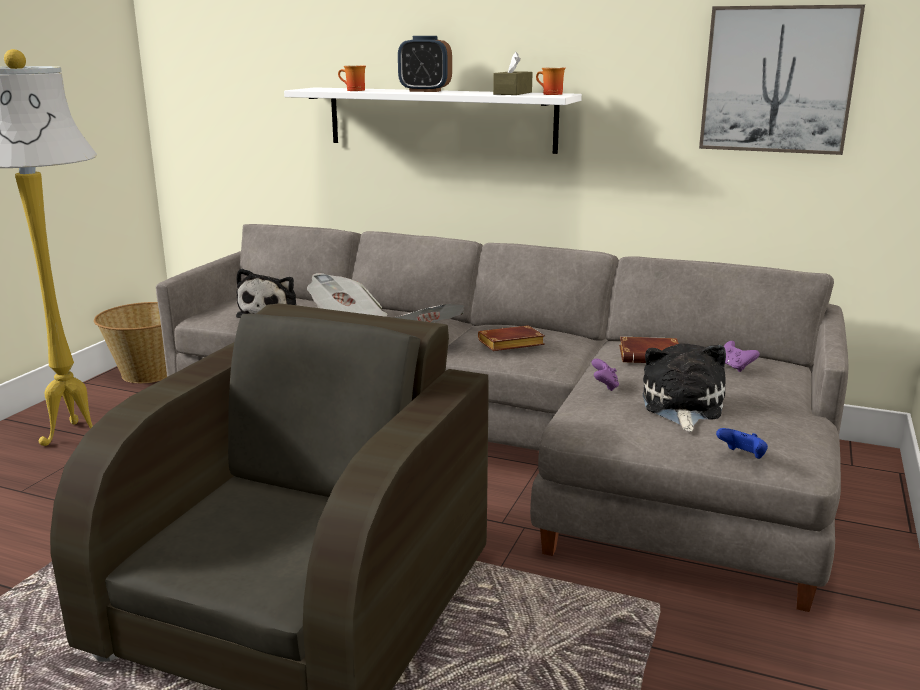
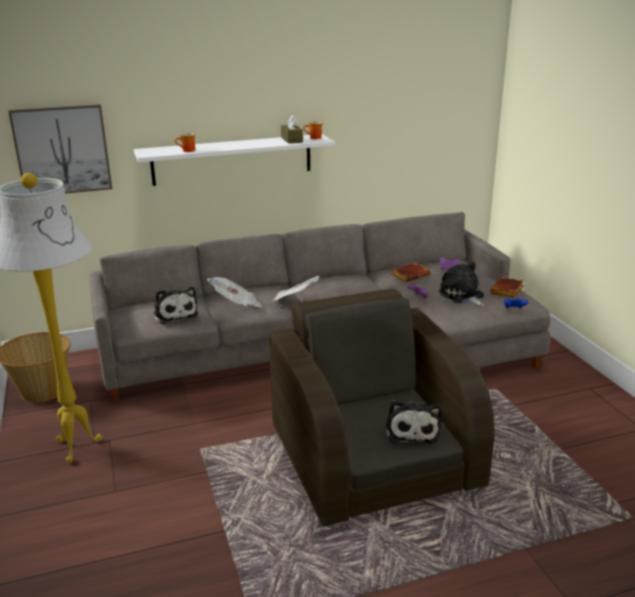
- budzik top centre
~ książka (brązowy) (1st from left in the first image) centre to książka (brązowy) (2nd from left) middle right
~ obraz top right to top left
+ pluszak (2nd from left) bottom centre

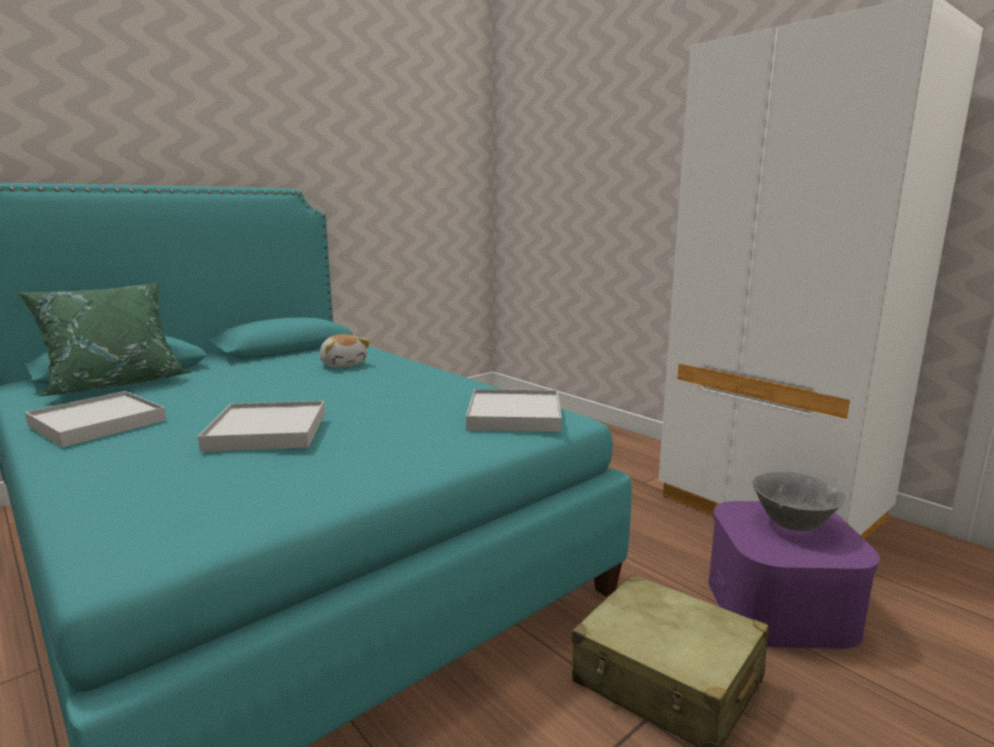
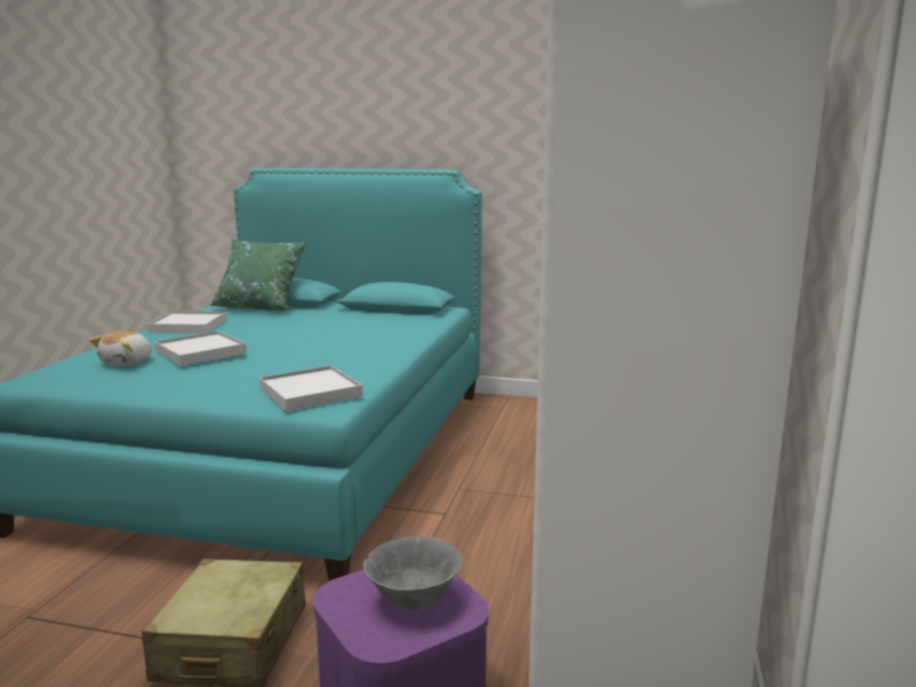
~ pluszak centre to middle left

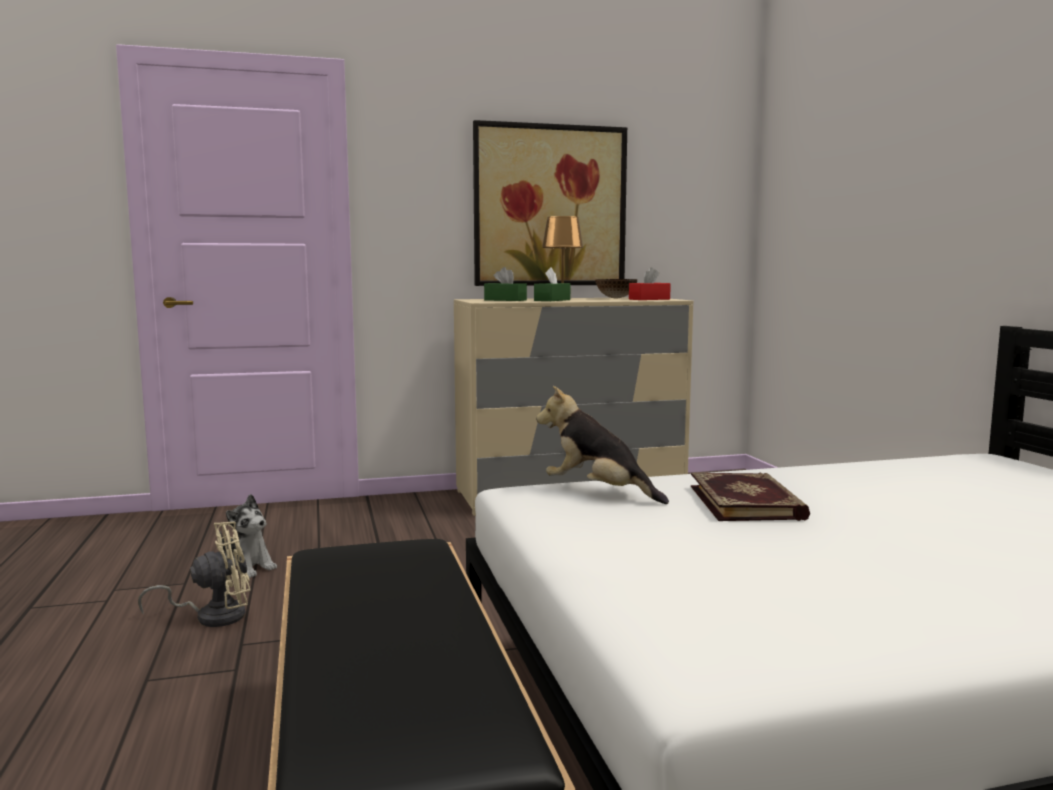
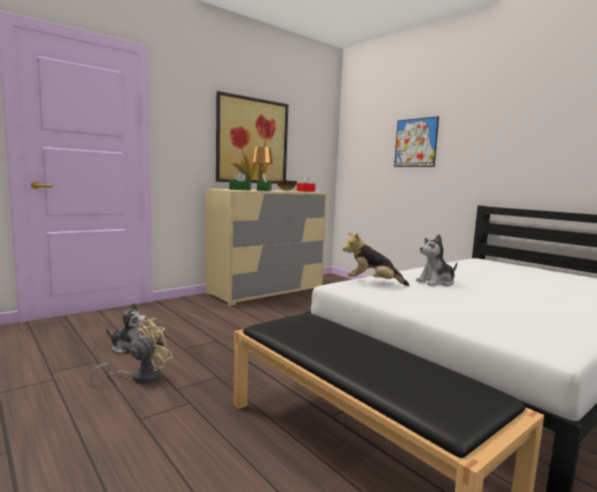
~ książka middle right to pluszak (3rd from left) middle right
+ obraz (2nd from left) top right

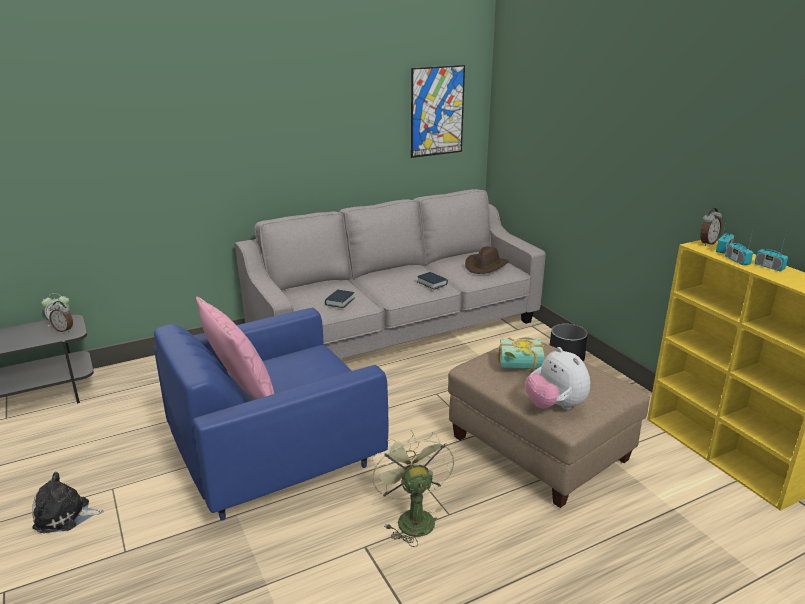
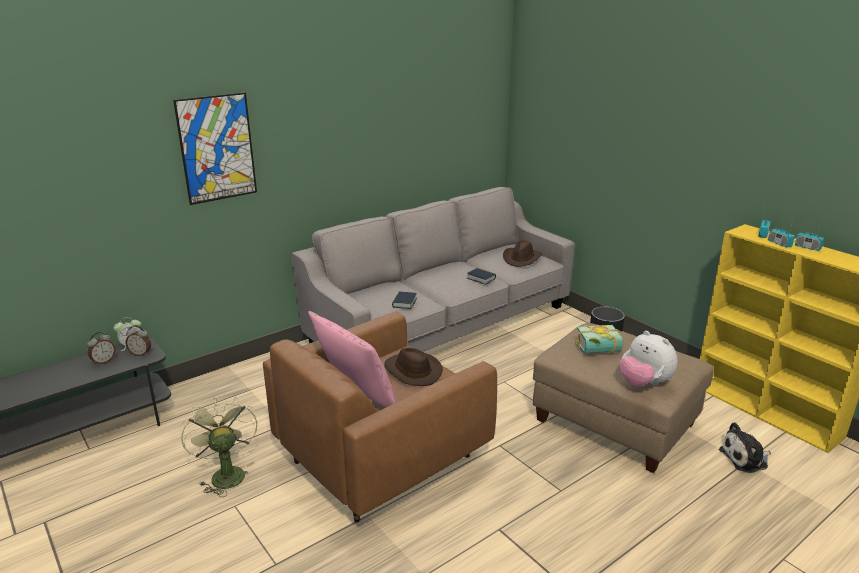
~ pluszak (1st from left in the first image) bottom left to pluszak (2nd from left) bottom right
~ fotel (niebieski) bottom centre to fotel (brązowy) bottom centre
~ wentylator (zielony) bottom centre to bottom left
~ obraz top centre to top left
~ budzik (3rd from left in the first image) middle right to budzik (1st from left) middle left
+ kapelusz (brązowy) (1st from left) centre

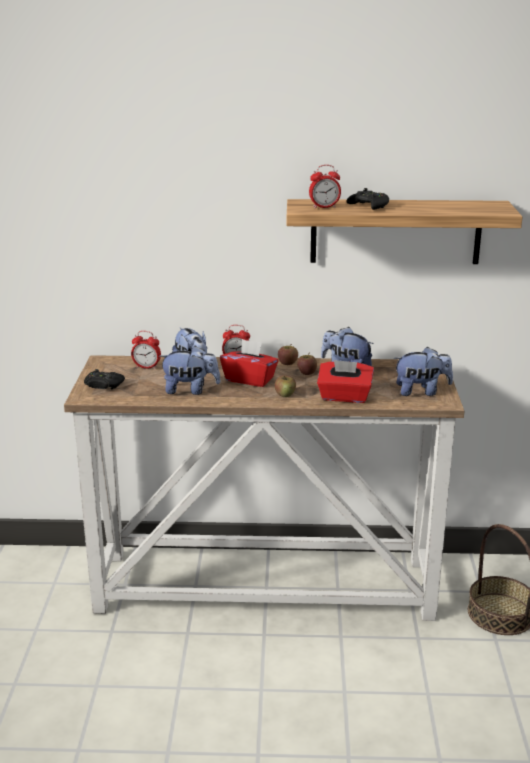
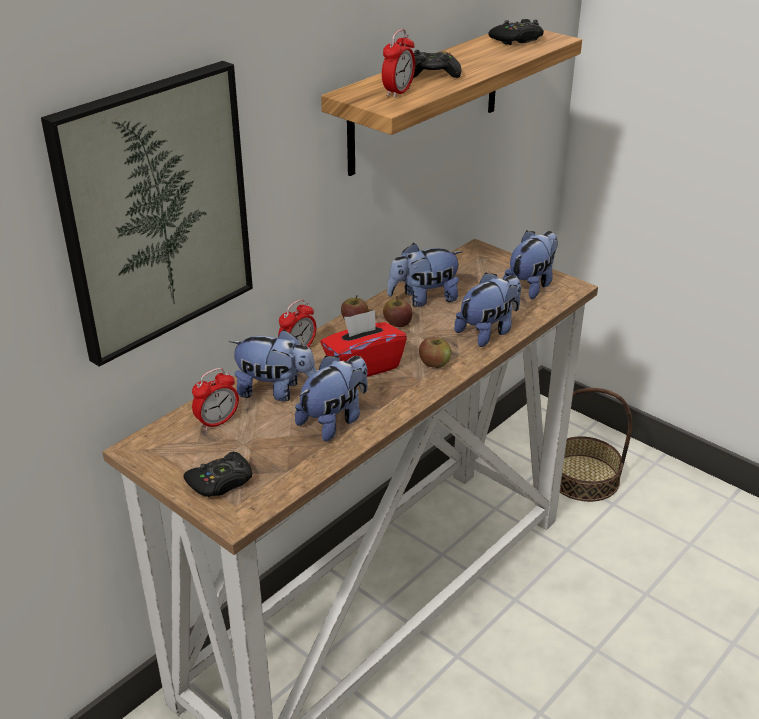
~ pudełko chusteczek (czerwony) (2nd from left) centre to pluszak (4th from left) centre
+ obraz top left
+ pad do gier (czarny) (3rd from left) top right

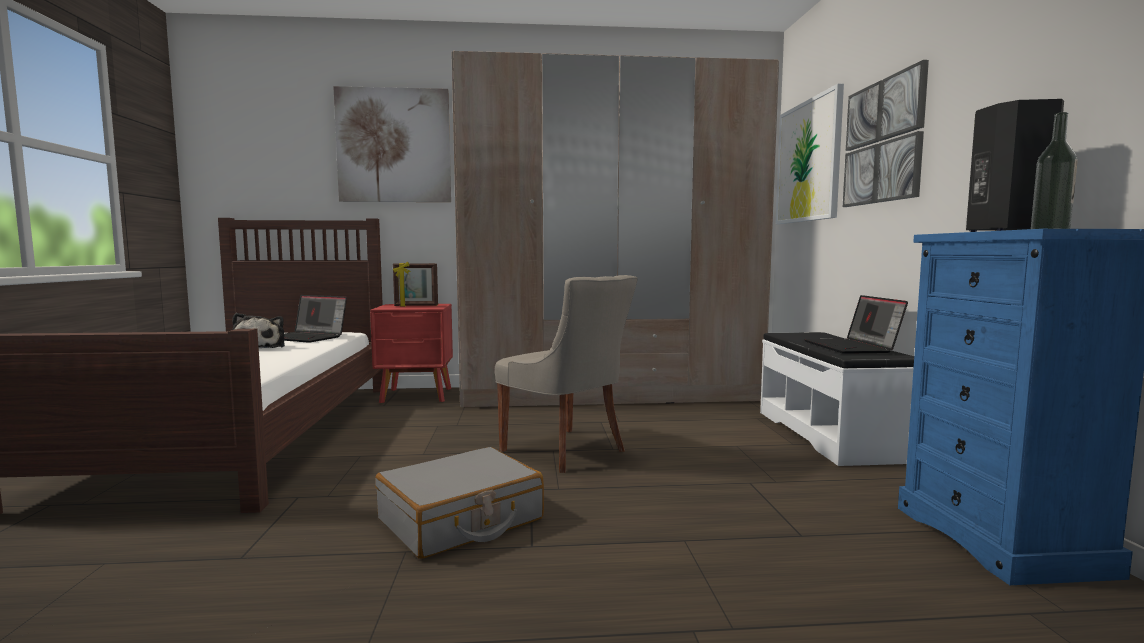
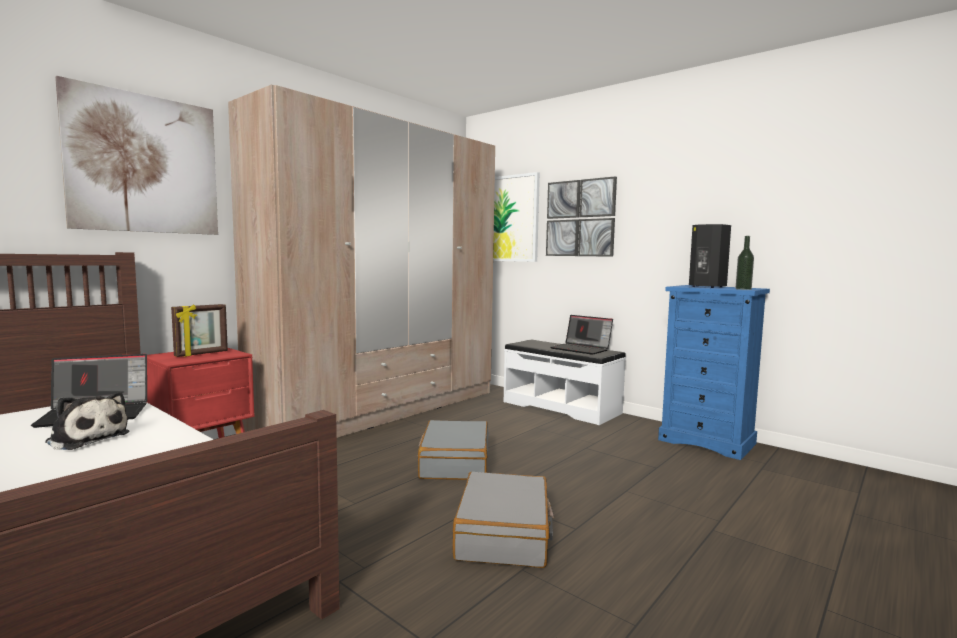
~ krzesło (szary) centre to walizka (szary) (1st from left) bottom centre

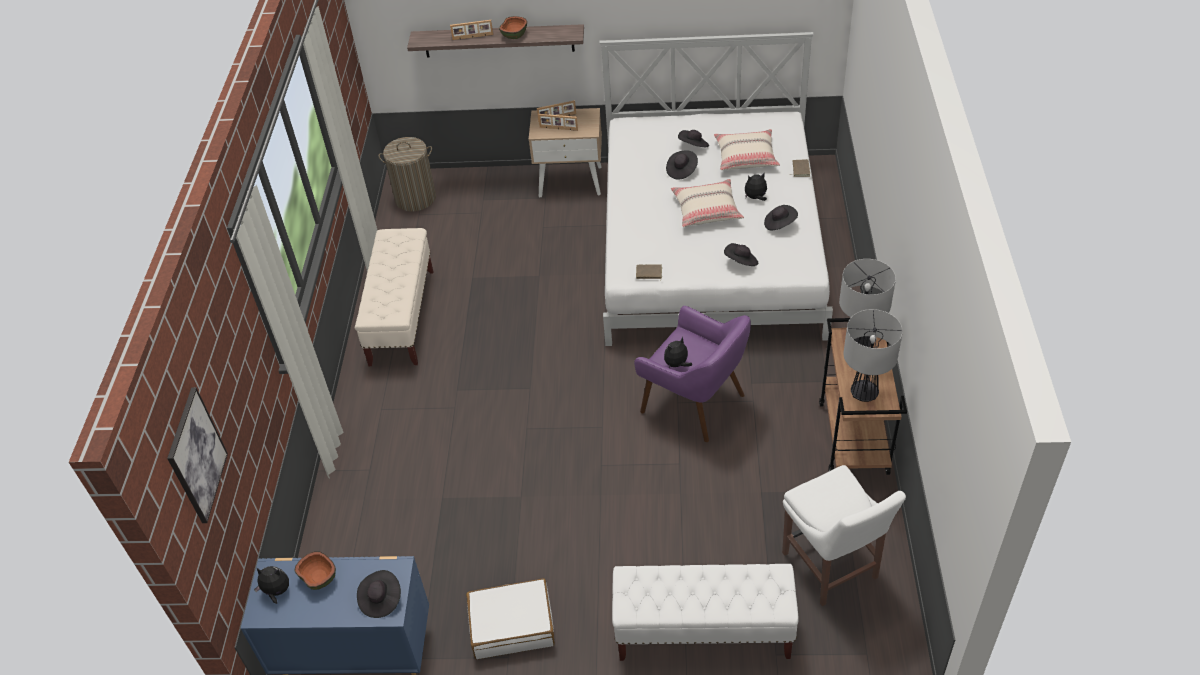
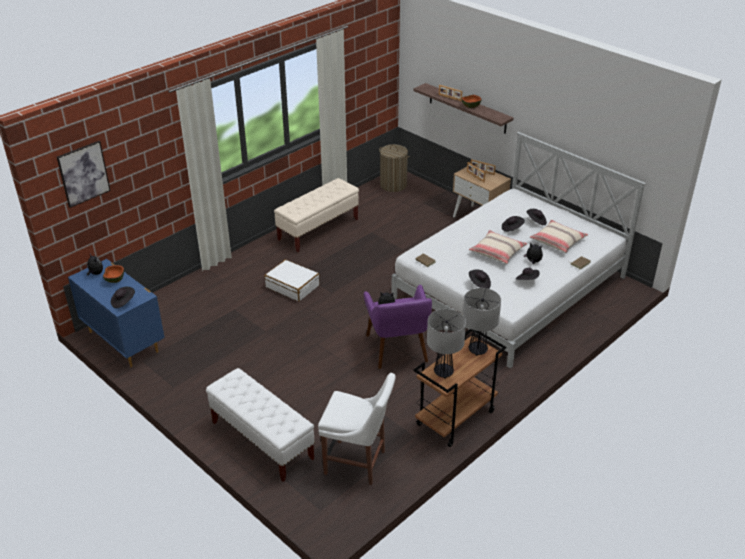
~ walizka (biały) bottom centre to centre
~ krzesło (biały) bottom right = bottom centre 90 degrees counterclockwise

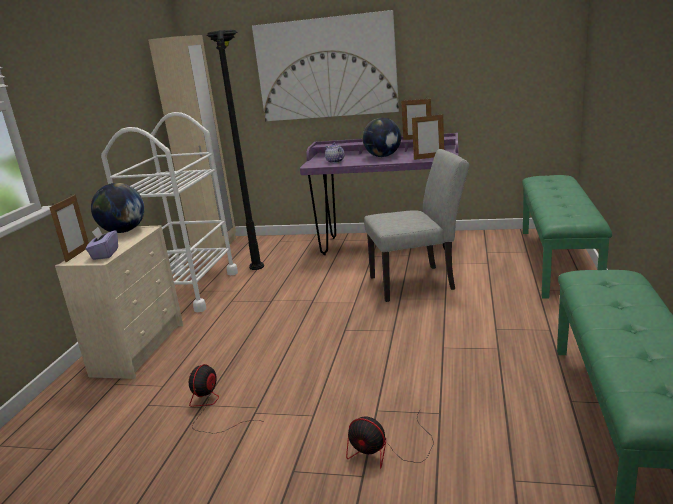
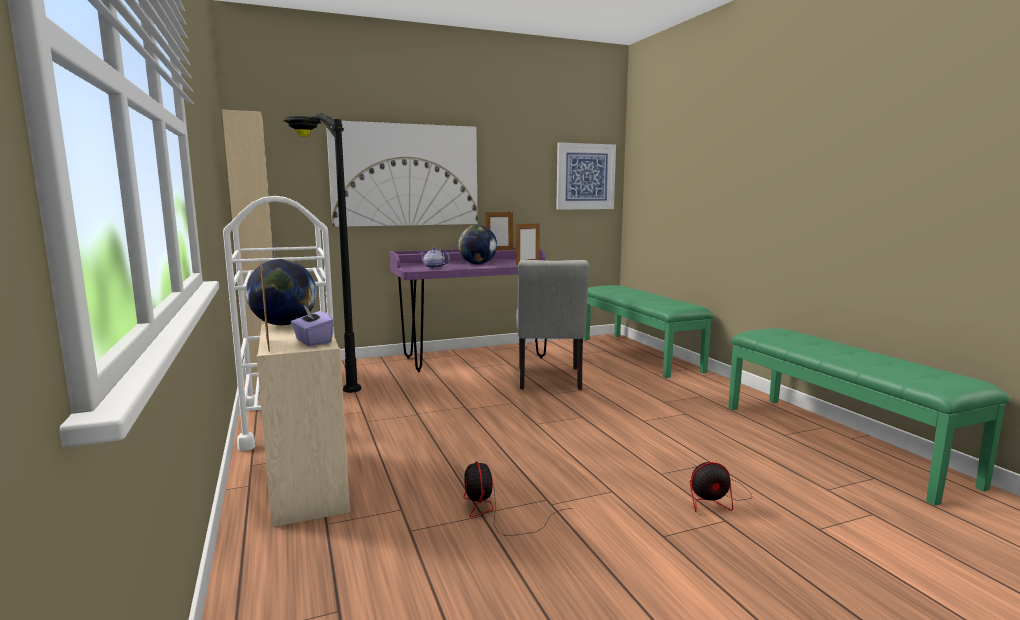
~ krzesło (szary) centre = centre 135 degrees clockwise
+ obraz (2nd from left) top centre

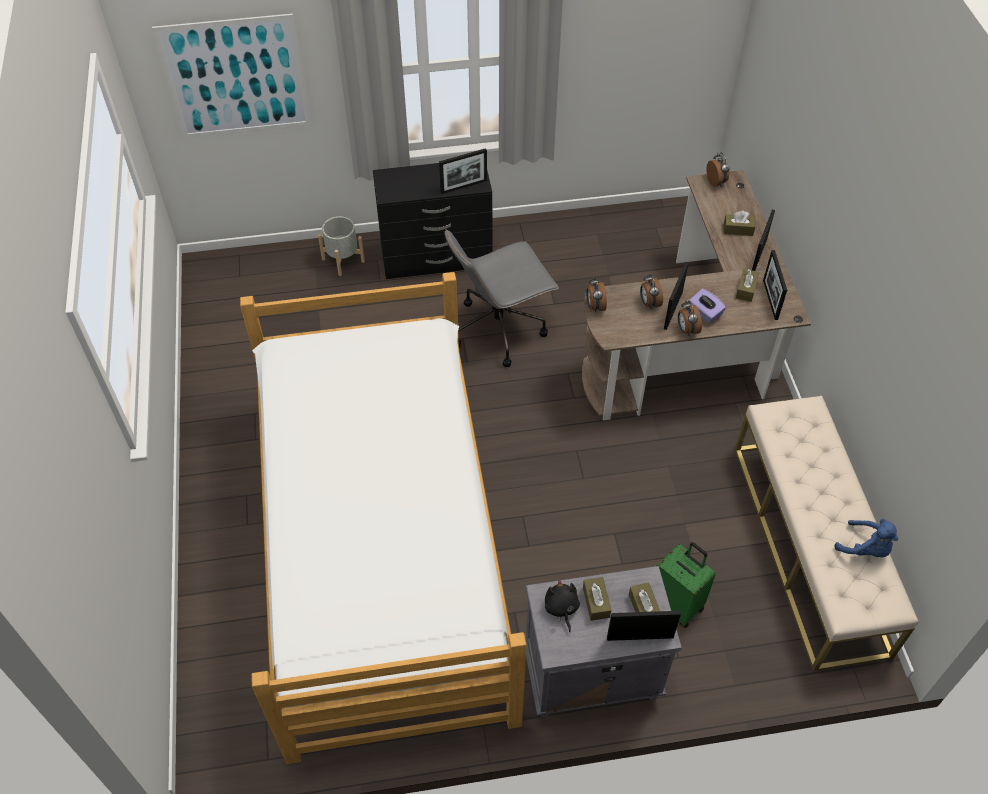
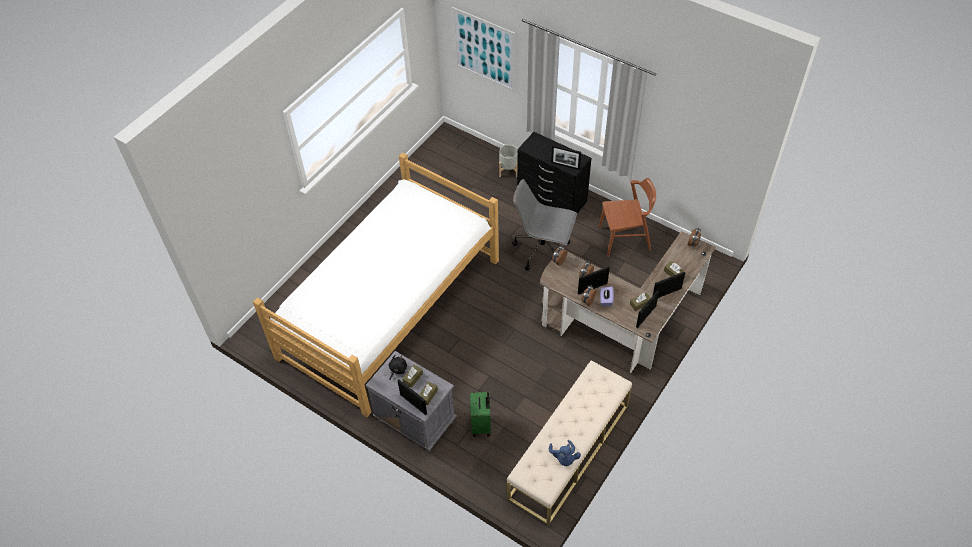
+ krzesło (brązowy) centre

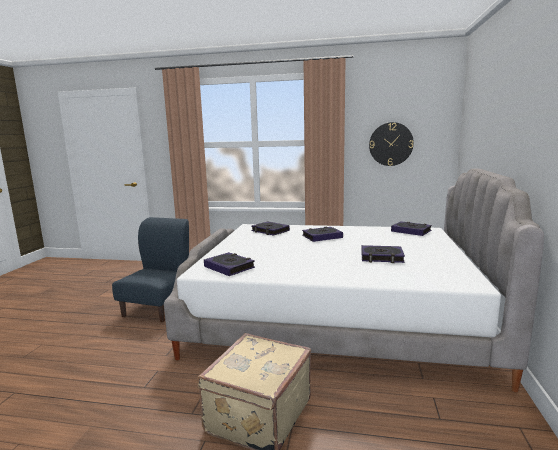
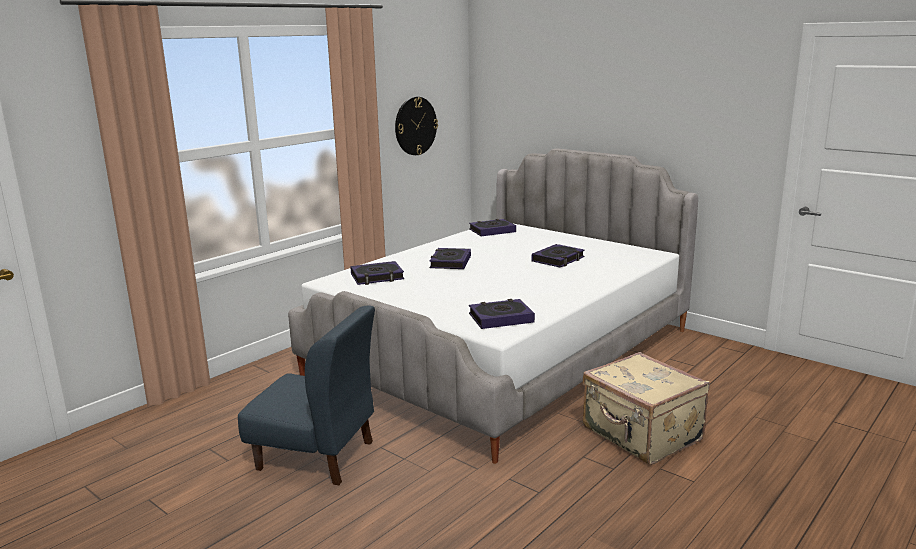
~ krzesło (niebieski) middle left = bottom centre 150 degrees clockwise

